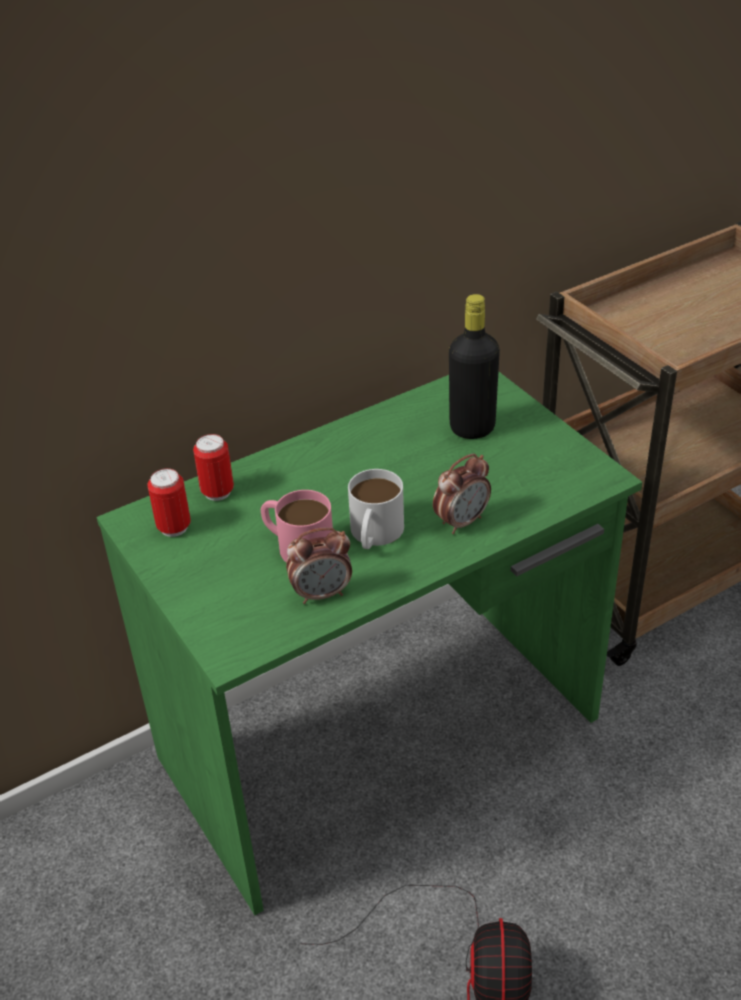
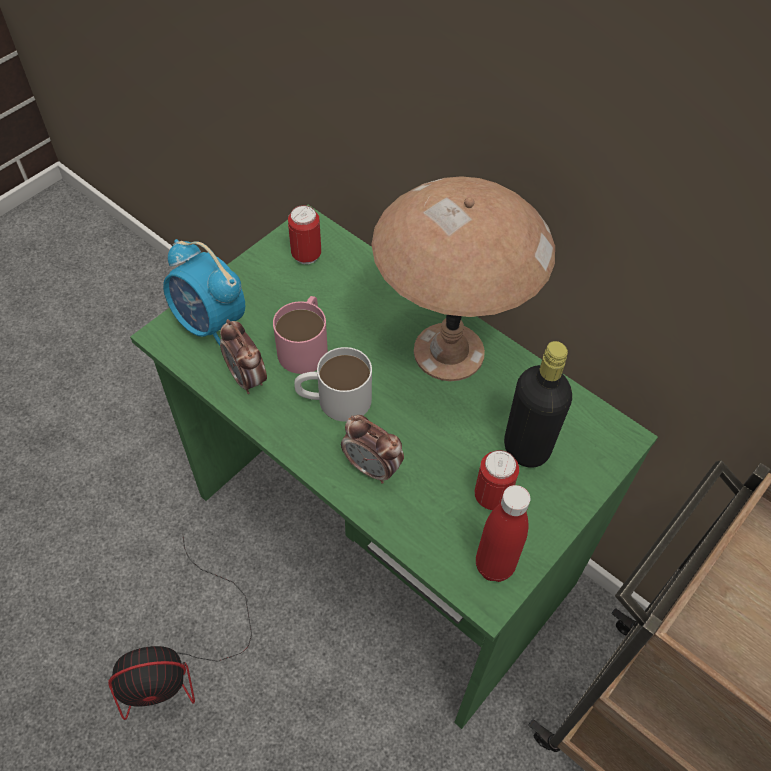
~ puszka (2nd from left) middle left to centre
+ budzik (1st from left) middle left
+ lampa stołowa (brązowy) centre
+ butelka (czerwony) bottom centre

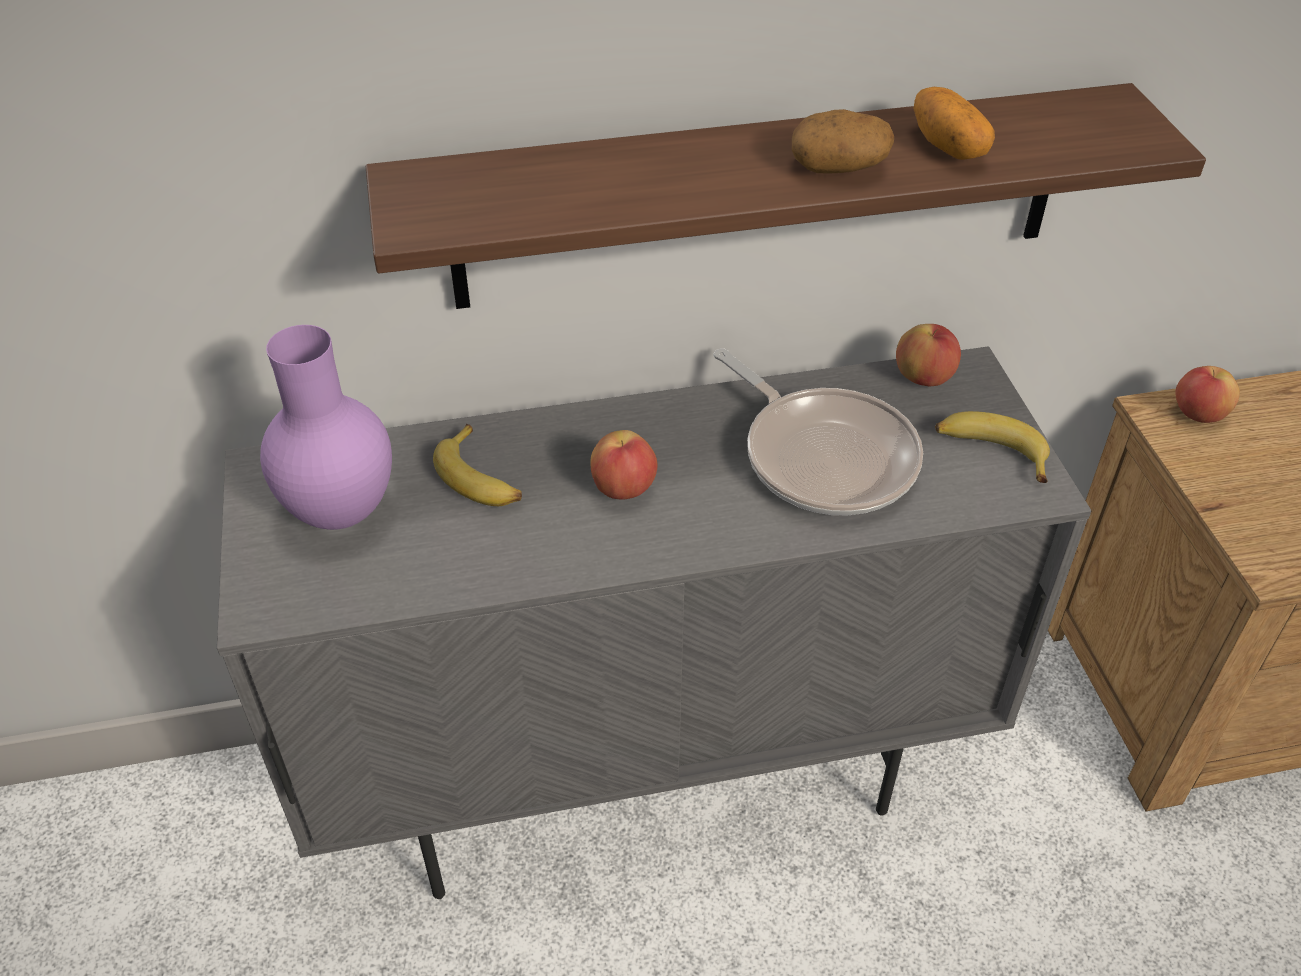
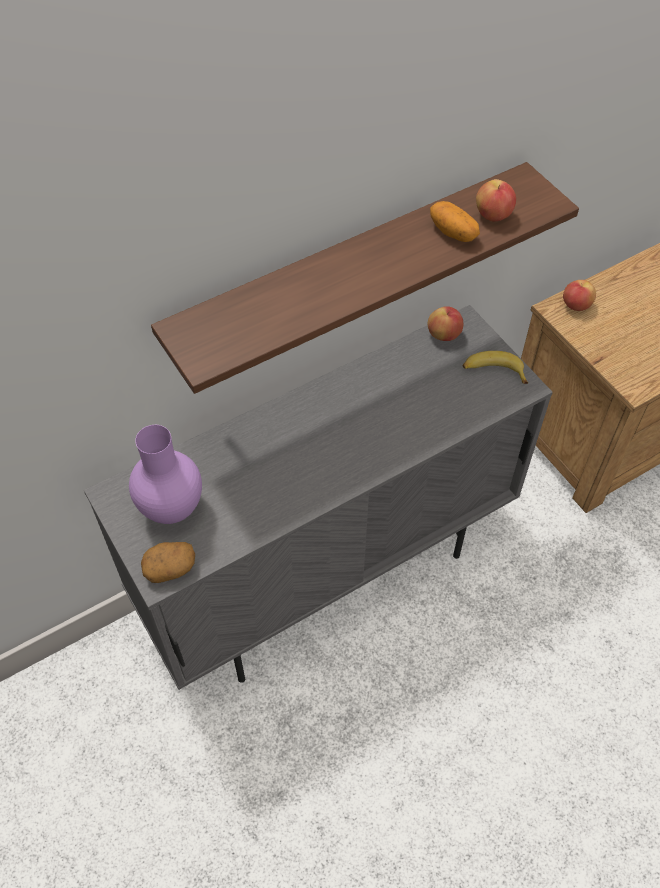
- banan (1st from left) centre
~ jabłko (1st from left in the first image) centre to jabłko (2nd from left) top right
- patelnia centre
~ ziemniak (1st from left) top centre to middle left

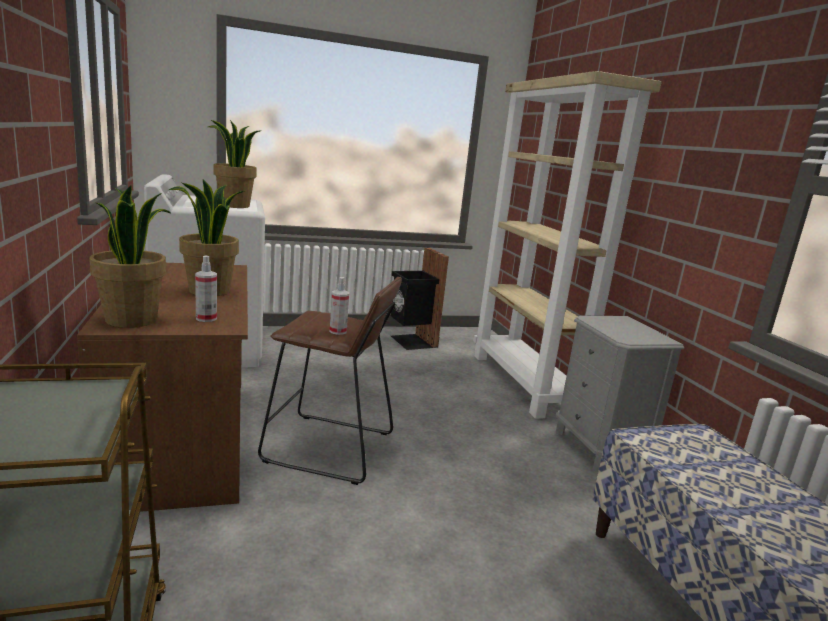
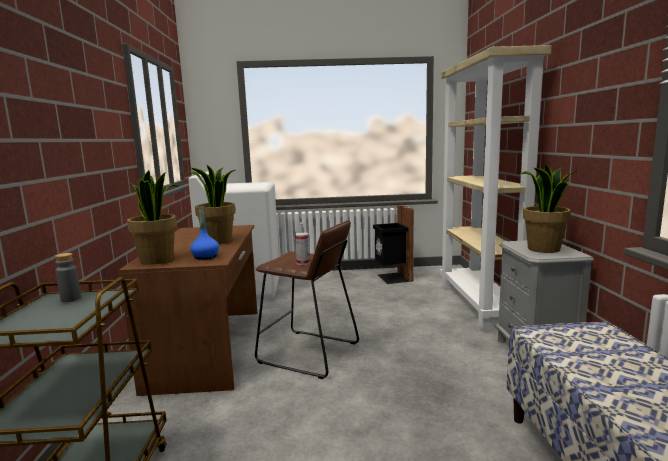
~ spryskiwacz (1st from left) middle left to butelka (niebieski) middle left
~ roślina doniczkowa (3rd from left) top left to middle right
+ butelka (szary) middle left

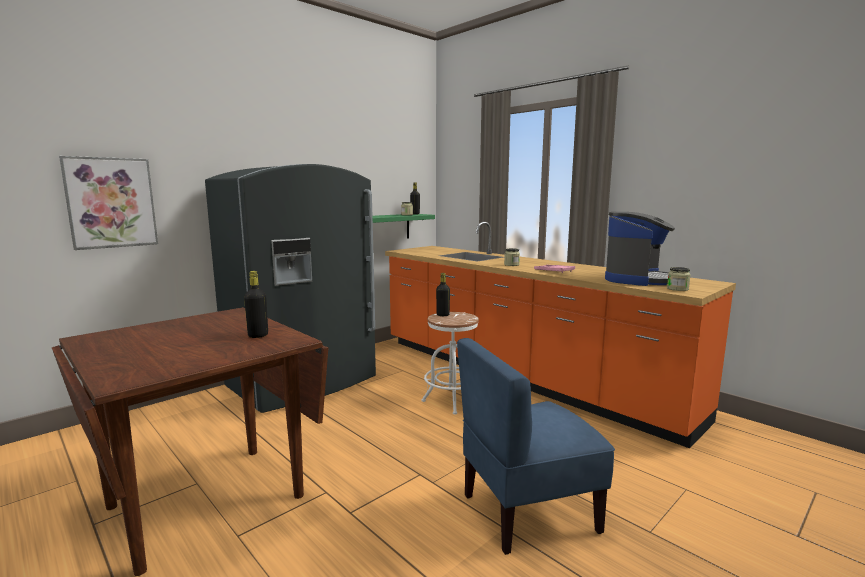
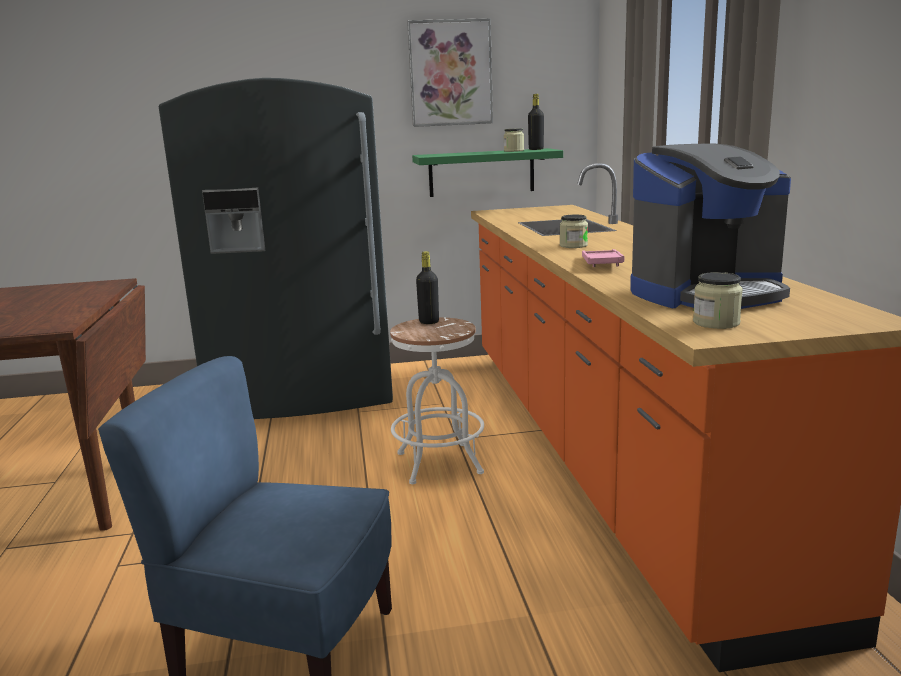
~ obraz middle left to top centre
- butelka (czarny) (1st from left) middle left

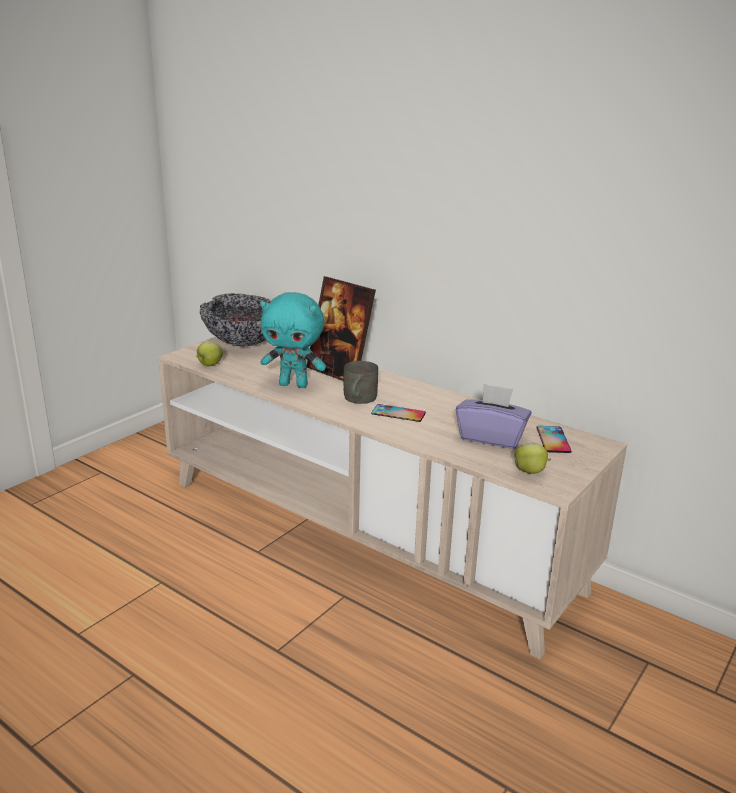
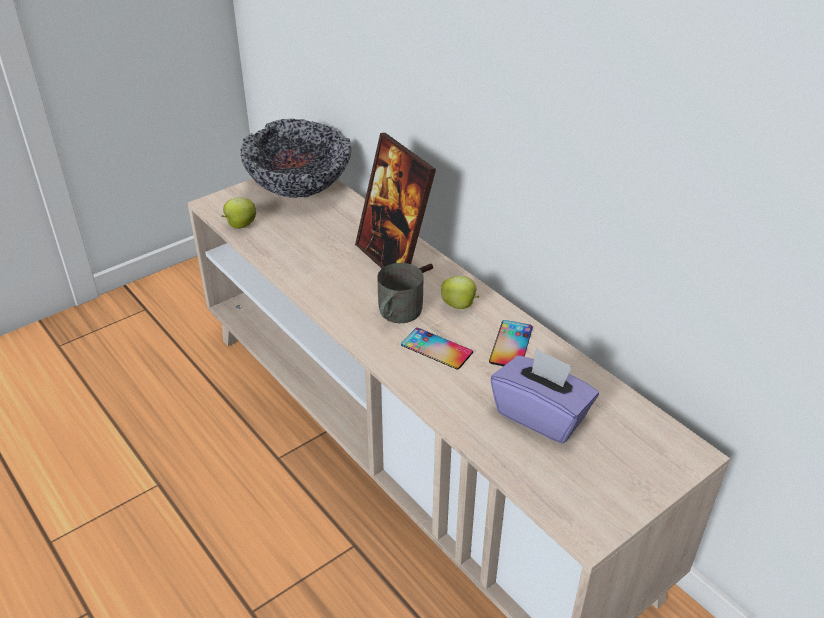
- pluszak (turkusowy) centre
~ jabłko (2nd from left) middle right to centre
~ telefon (2nd from left) middle right to centre

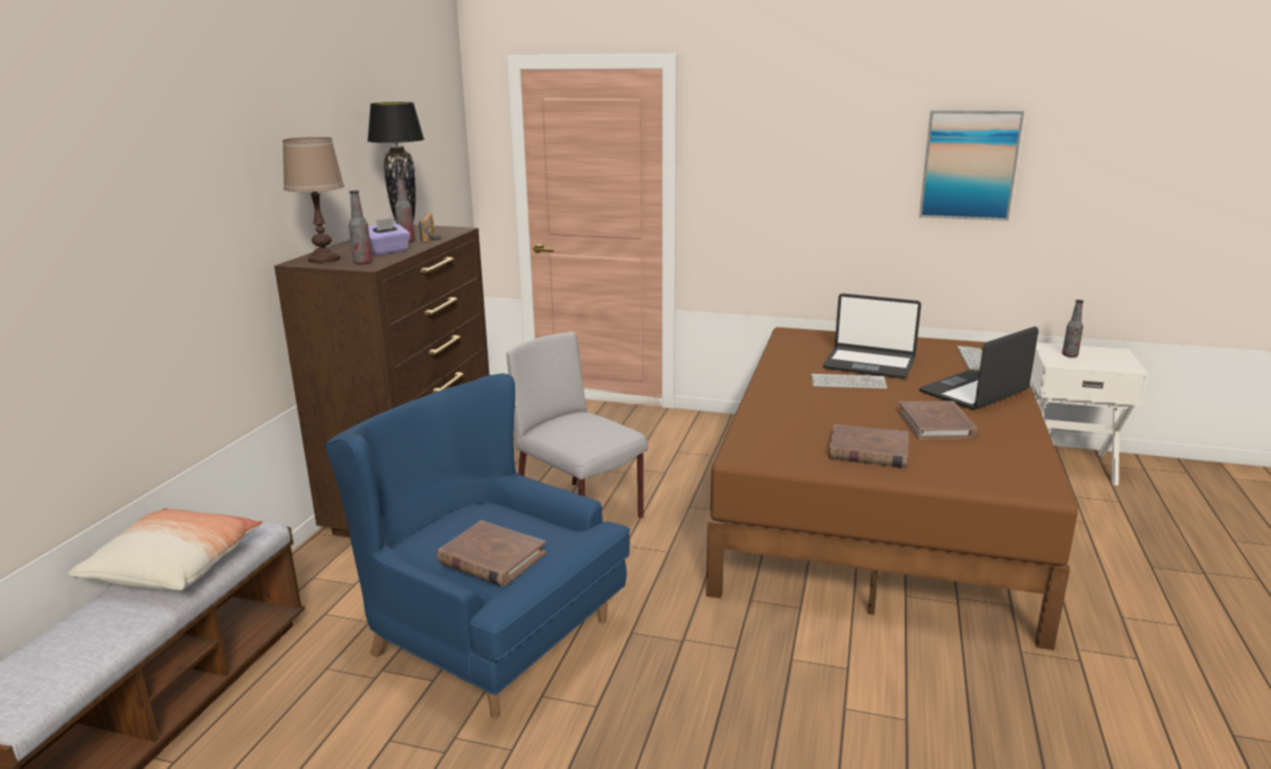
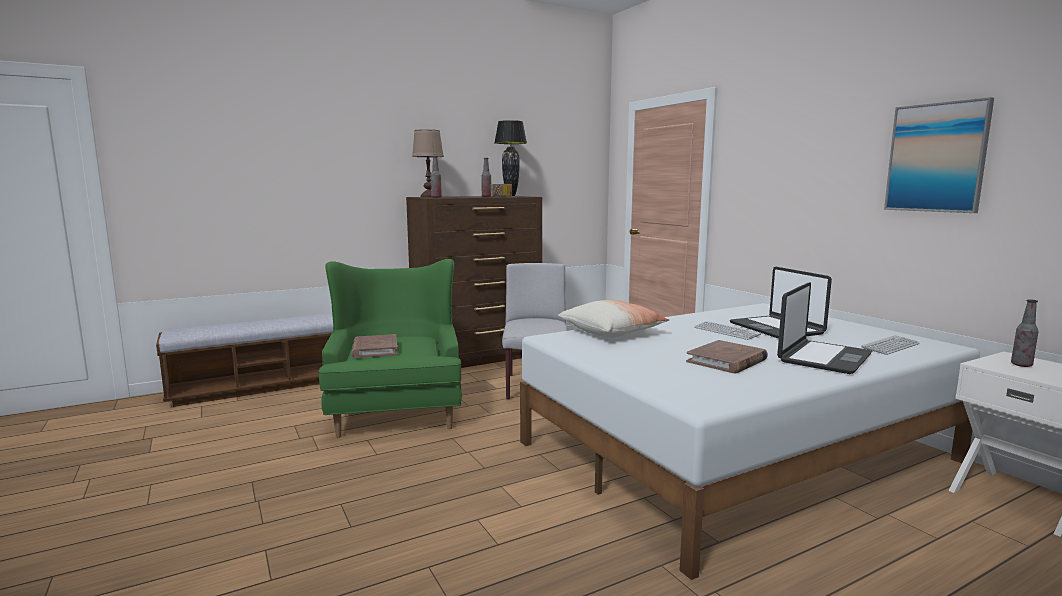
~ poduszka bottom left to centre
~ fotel (niebieski) bottom centre to fotel (zielony) centre
- pudełko chusteczek (fioletowy) top left
~ łóżko (brązowy) middle right to łóżko (biały) bottom right
- książka (brązowy) (2nd from left) middle right
~ laptop (2nd from left) middle right = middle right 120 degrees clockwise

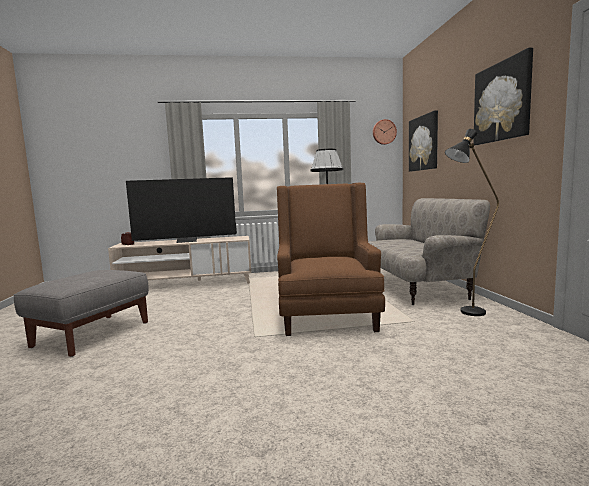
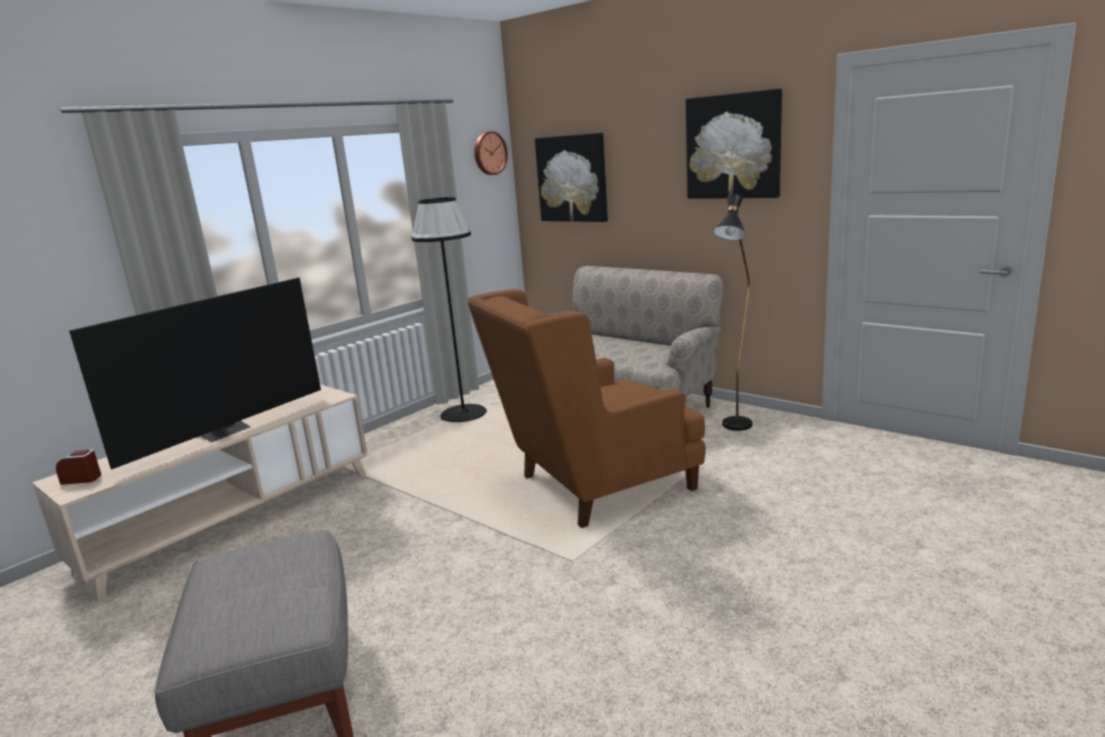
~ fotel (brązowy) centre = centre 75 degrees counterclockwise

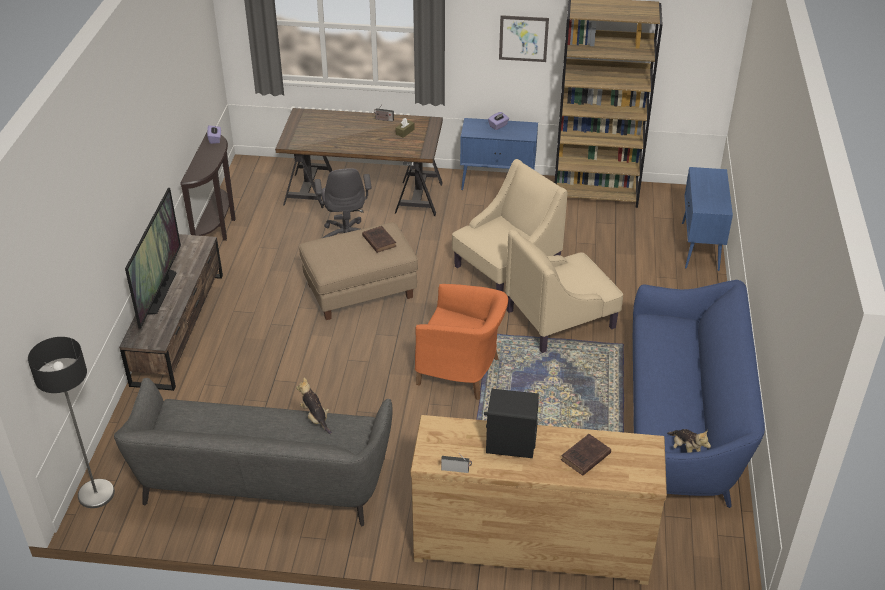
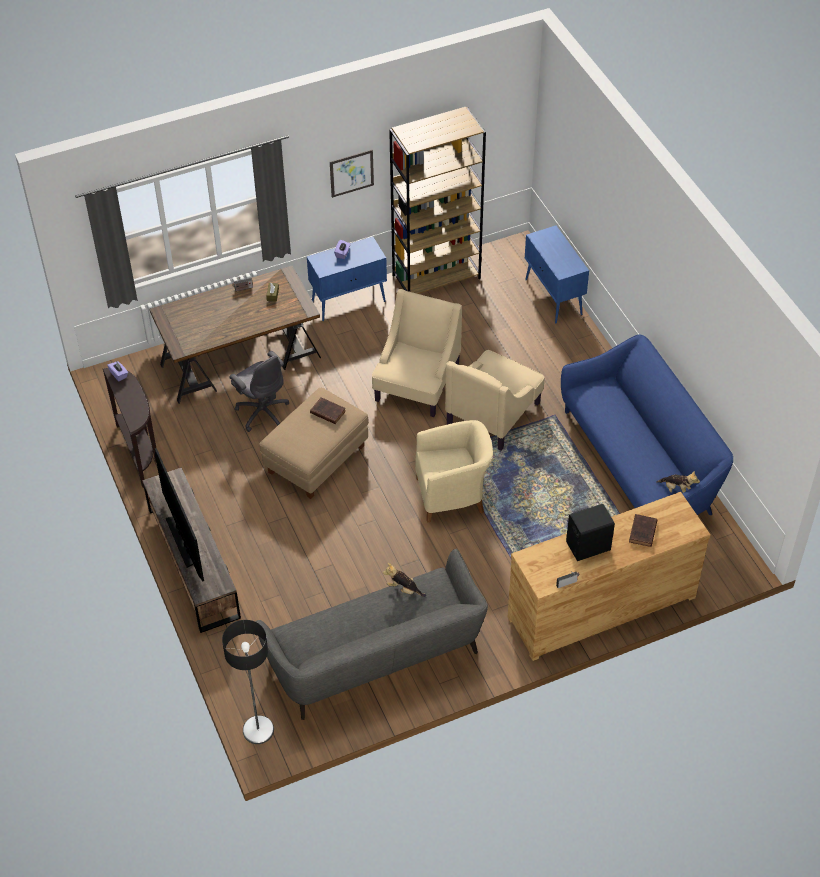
~ fotel (pomarańczowy) centre to fotel (beżowy) (2nd from left) centre

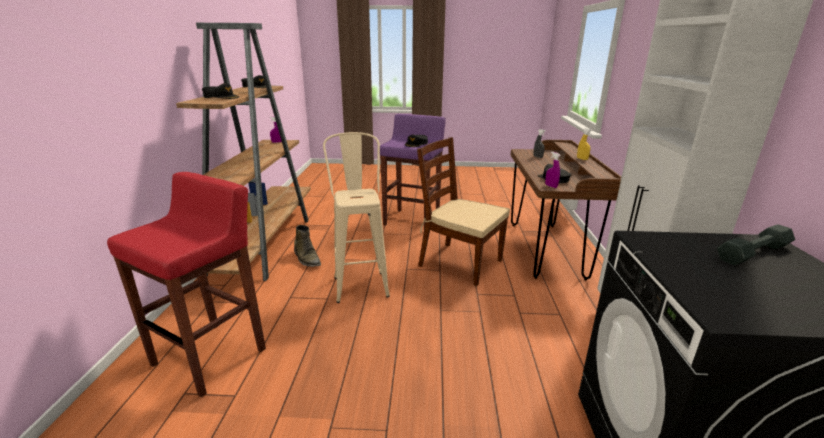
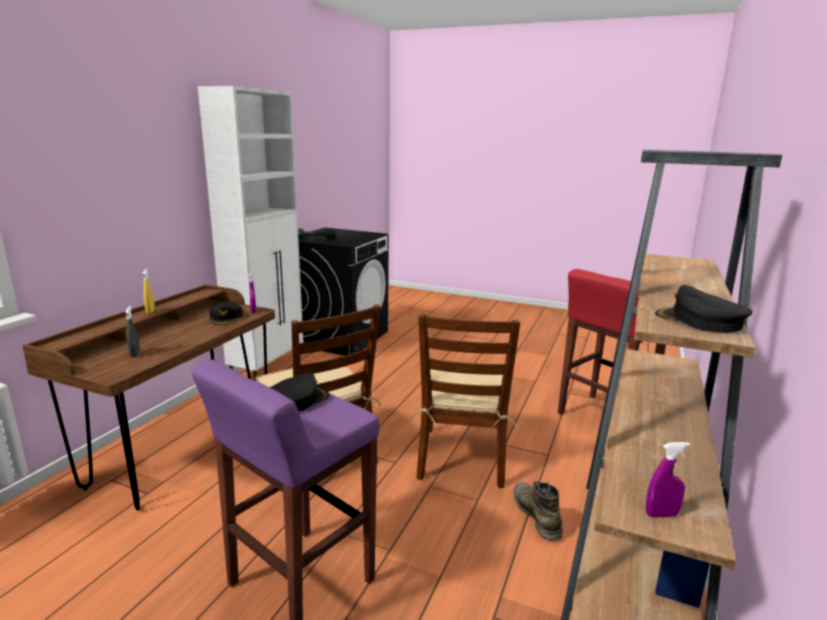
- czapka z daszkiem (czarny) (1st from left) top left
~ stołek (beżowy) centre to krzesło (brązowy) (2nd from left) centre

